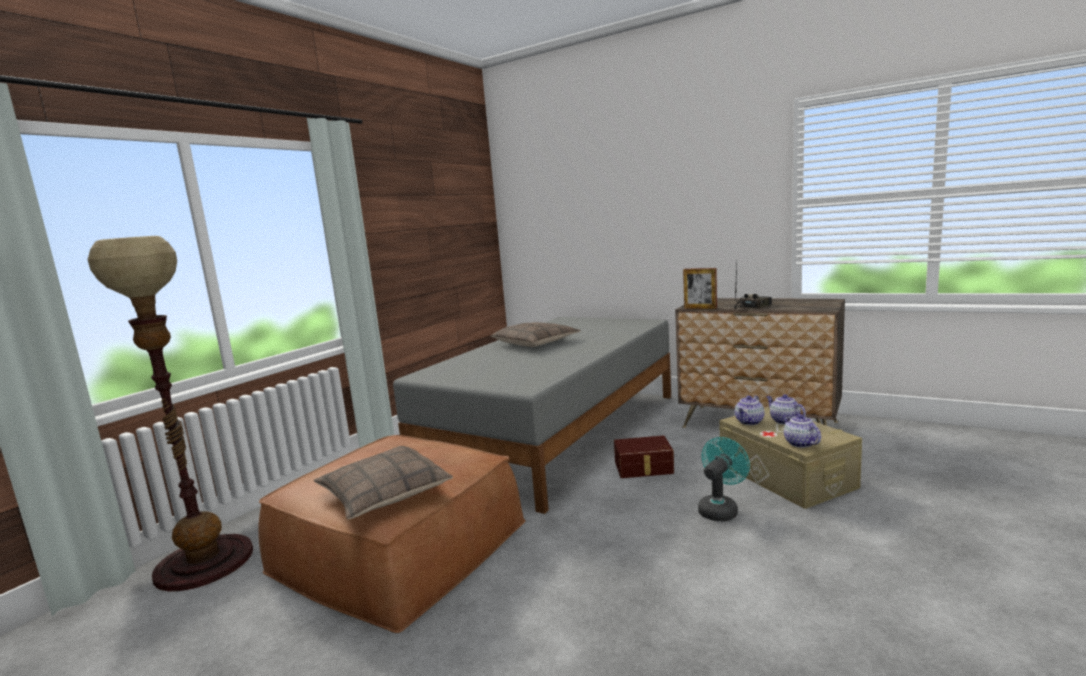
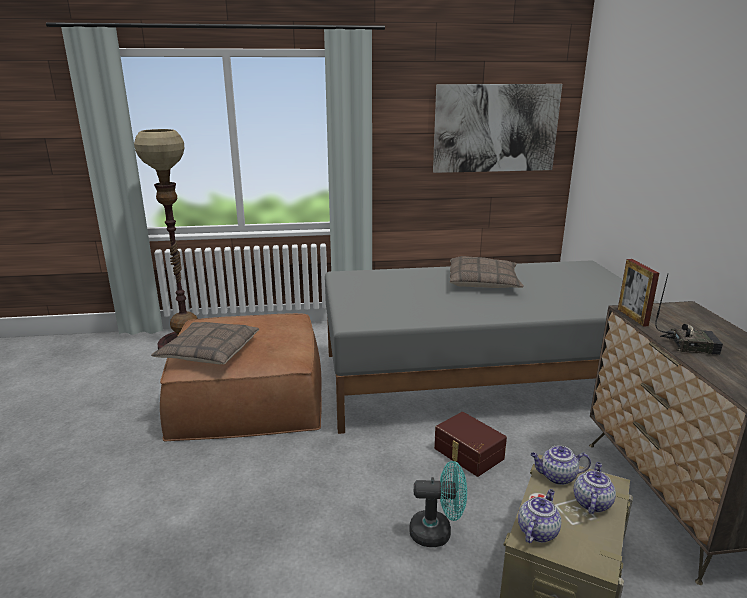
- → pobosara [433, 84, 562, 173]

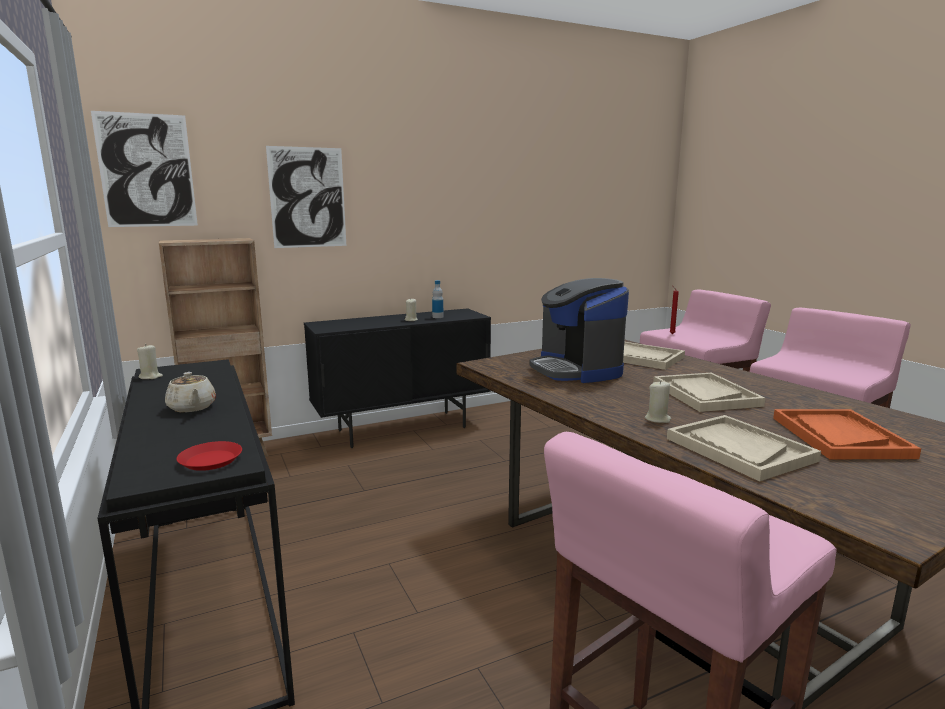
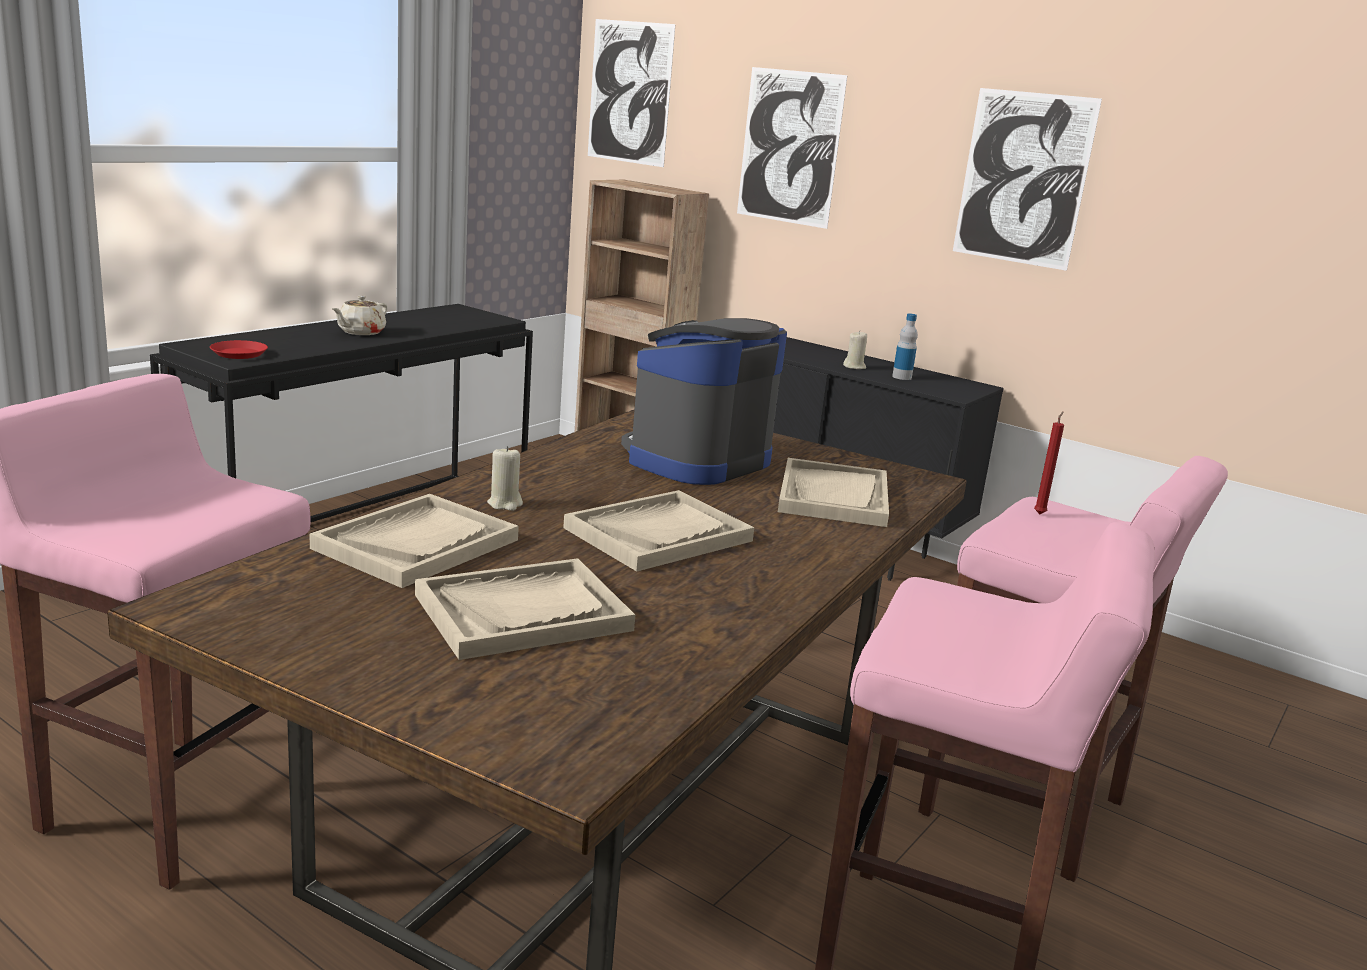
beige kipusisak [137, 344, 163, 379] → -
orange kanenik [773, 409, 921, 459] → beige kanenik [415, 558, 635, 660]
- → pobosara [953, 88, 1102, 271]

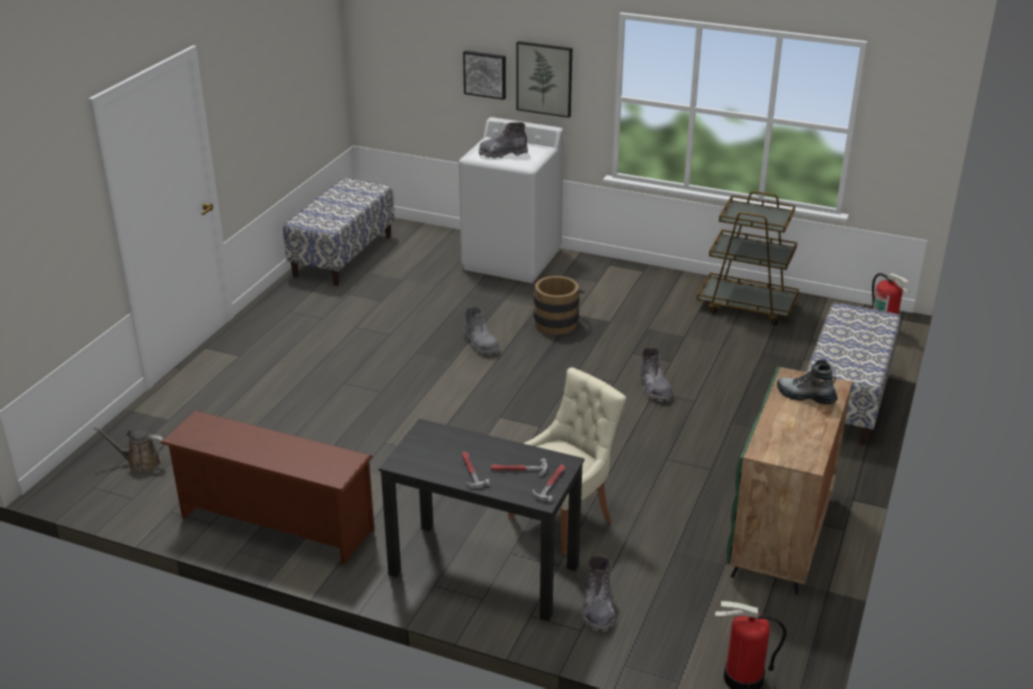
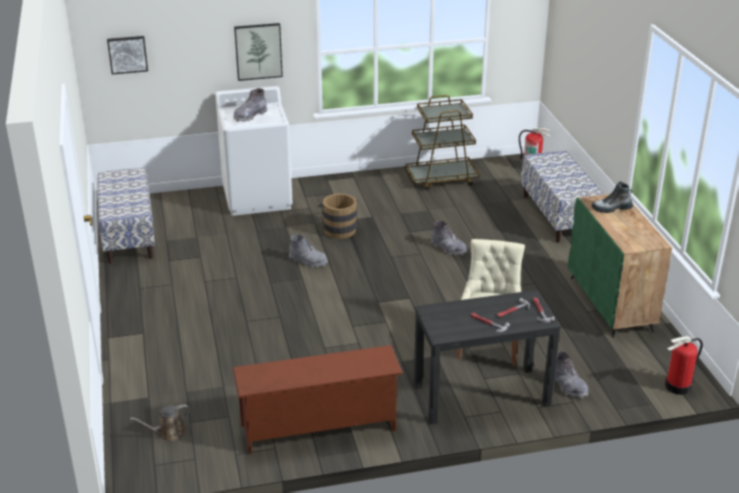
pobosara [463, 50, 506, 100] → pobosara [107, 36, 148, 74], shifted

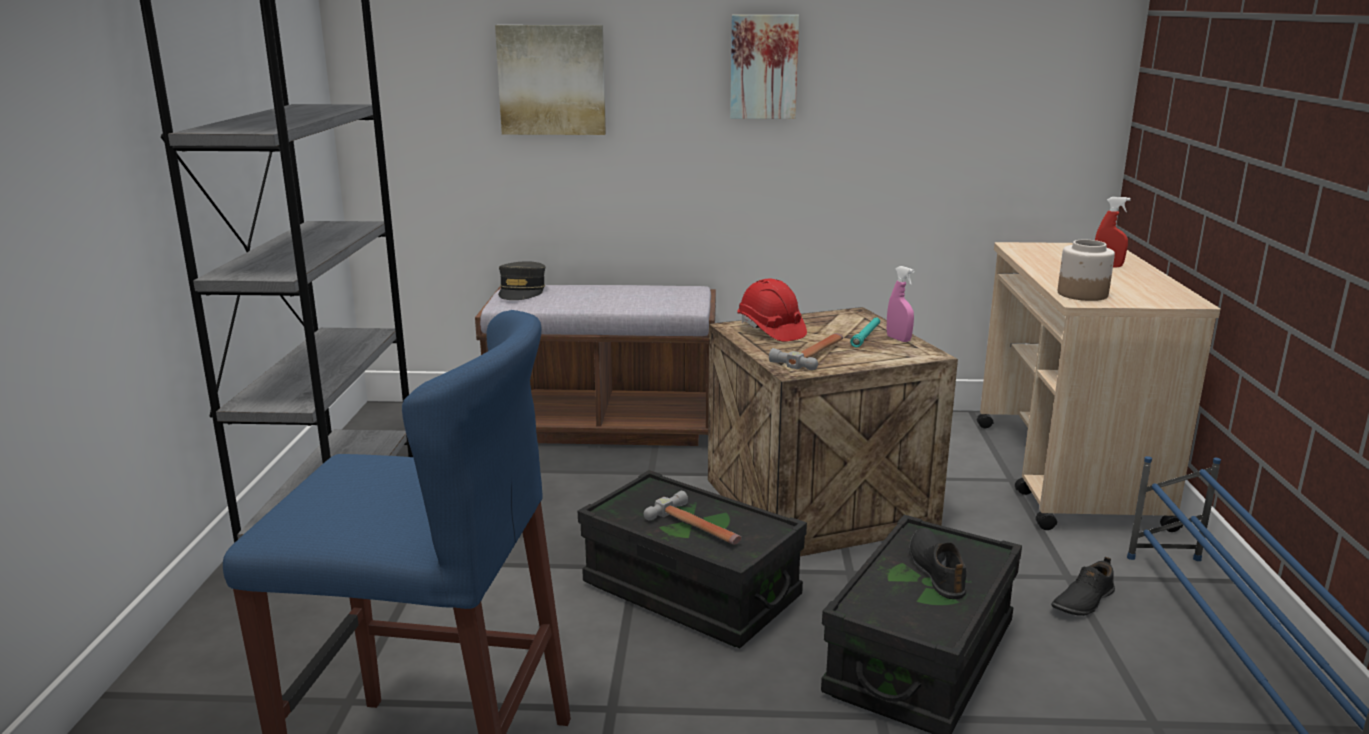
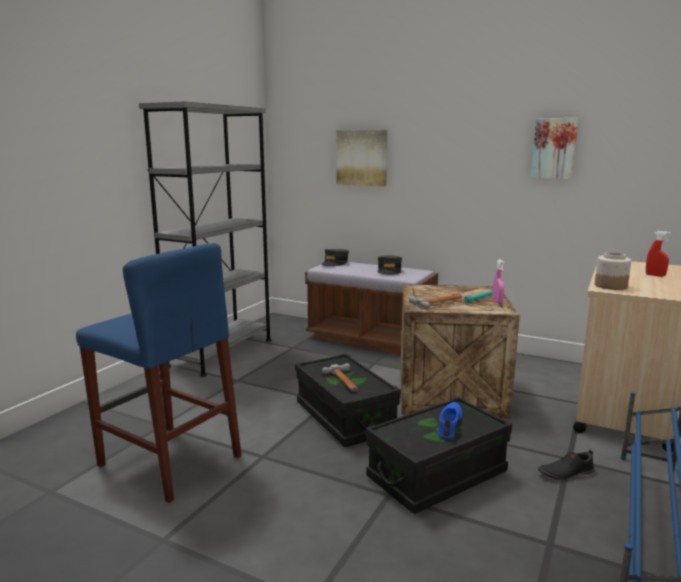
pobosara [730, 15, 799, 119] → pobosara [531, 118, 579, 180], shifted
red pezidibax [737, 278, 807, 342] → -
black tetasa [909, 528, 966, 599] → blue tetasa [437, 402, 462, 440]
- → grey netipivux [378, 255, 402, 275]

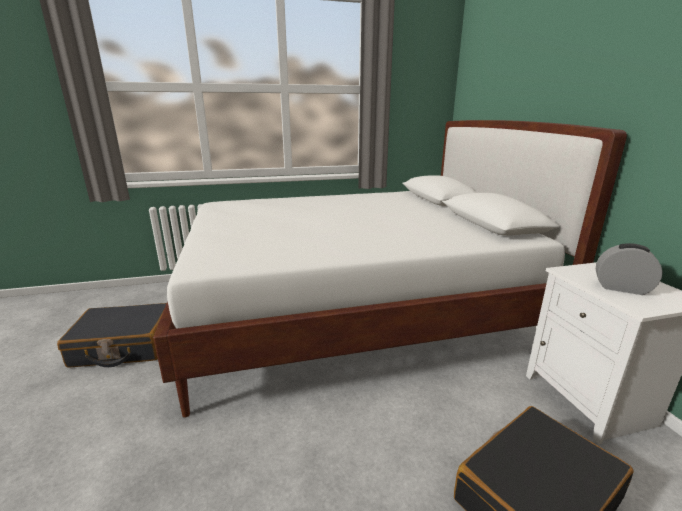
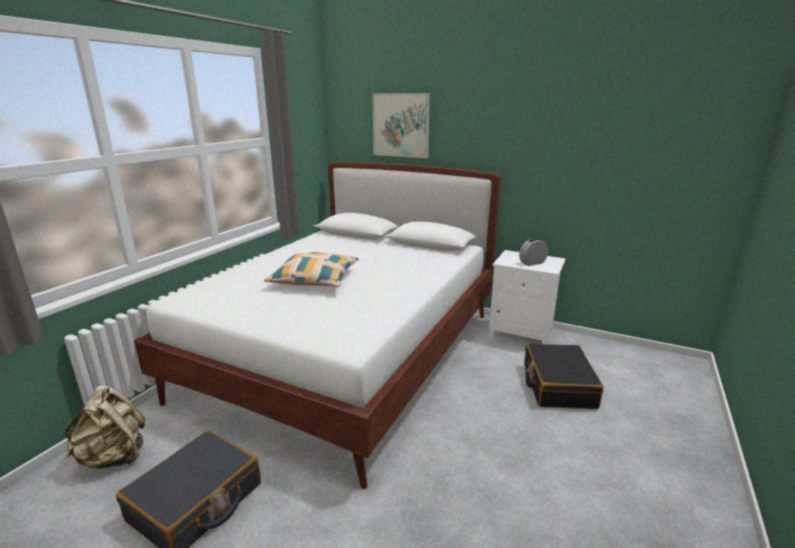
- → pobosara [372, 93, 430, 158]
- → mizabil [264, 252, 359, 287]
- → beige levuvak [62, 385, 145, 469]

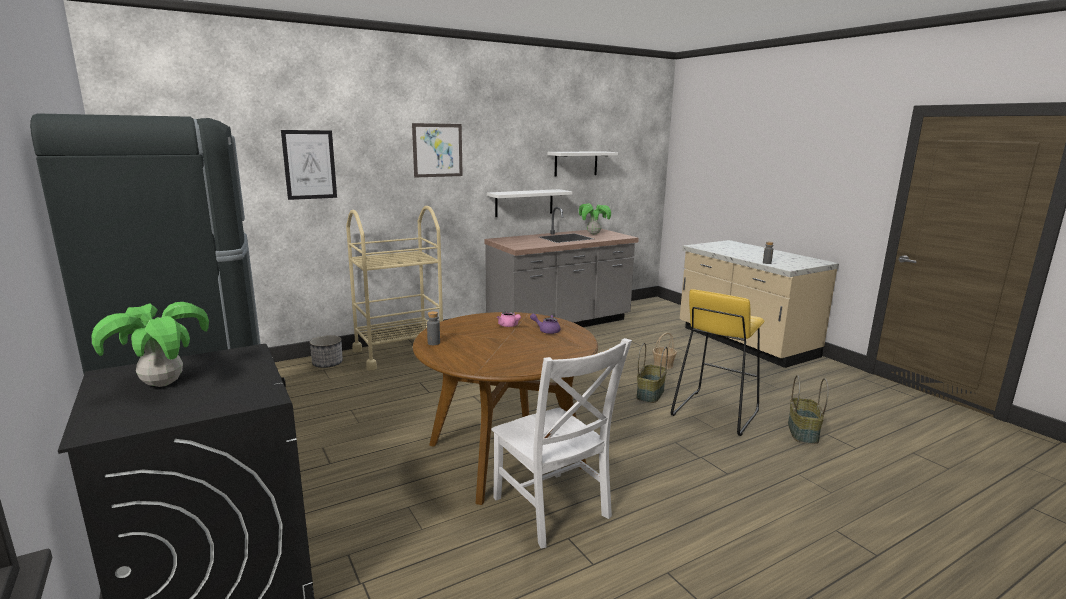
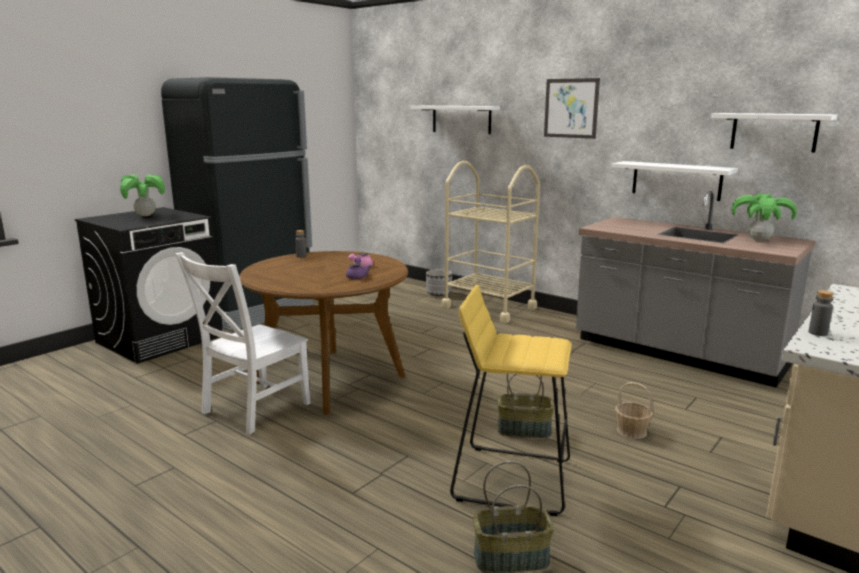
pobosara [281, 130, 337, 200] → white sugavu [411, 106, 500, 134]

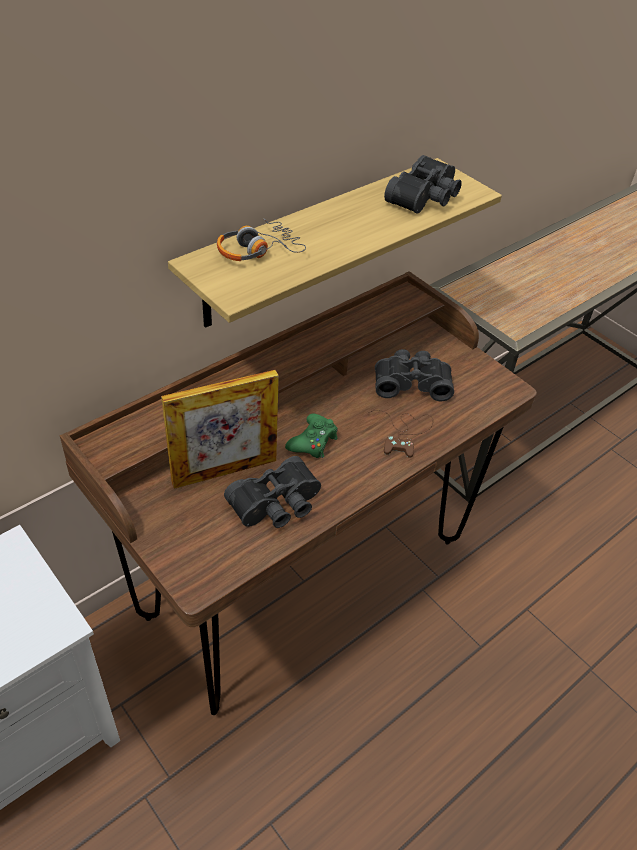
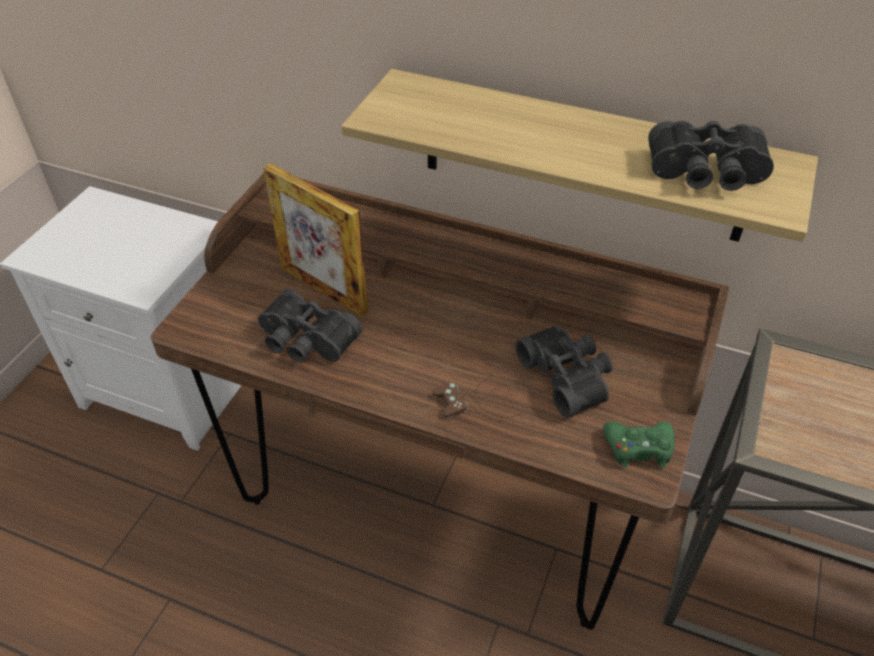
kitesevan [217, 218, 306, 261] → -
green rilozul [285, 414, 338, 458] → green rilozul [603, 422, 675, 468], shifted

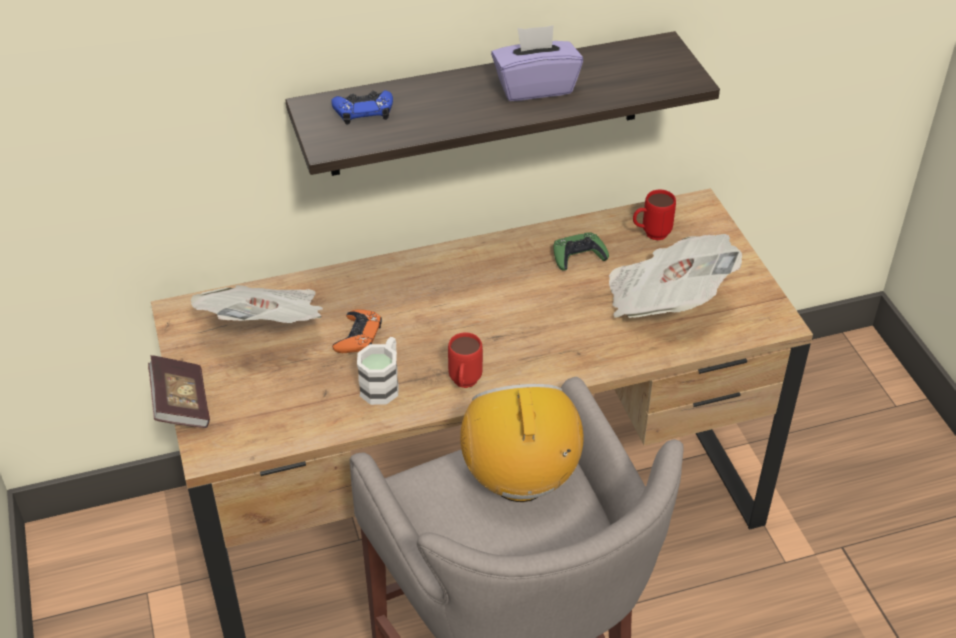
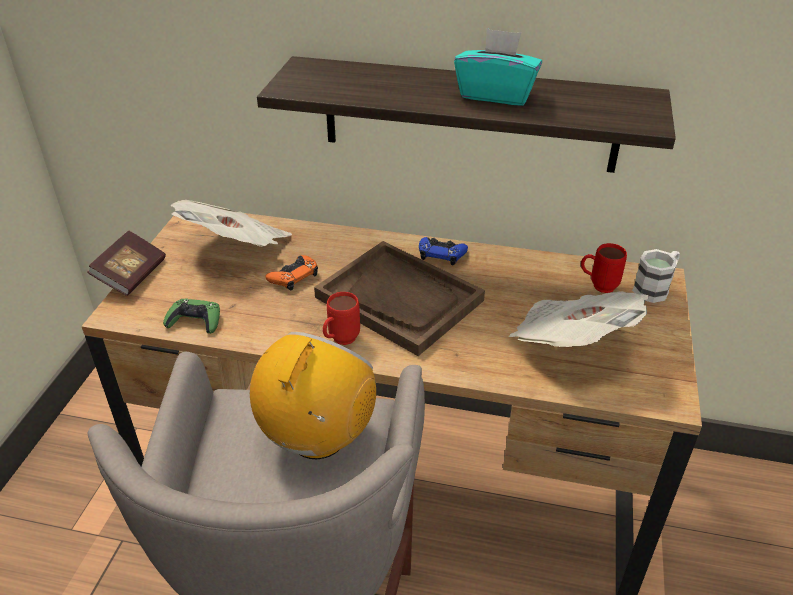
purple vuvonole [491, 25, 583, 101] → turquoise vuvonole [454, 28, 542, 106]
blue rilozul [331, 90, 393, 125] → blue rilozul [419, 237, 468, 265], shifted
green rilozul [553, 232, 609, 271] → green rilozul [163, 299, 220, 334], shifted
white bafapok [357, 337, 399, 405] → white bafapok [632, 249, 680, 303], shifted
- → brown kanenik [314, 241, 485, 356]

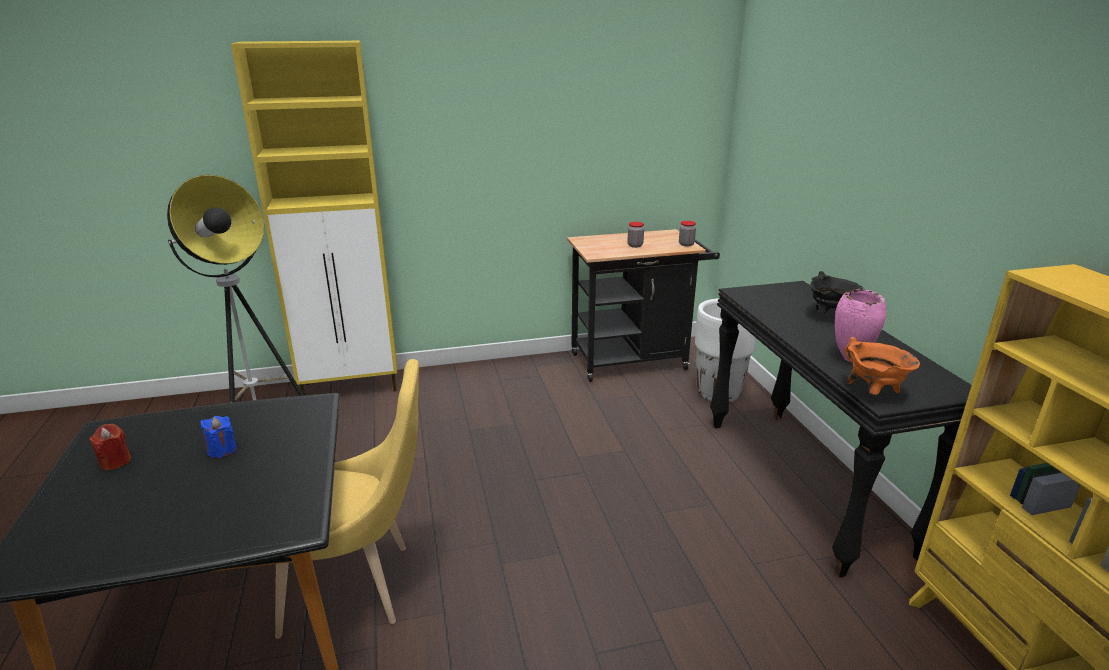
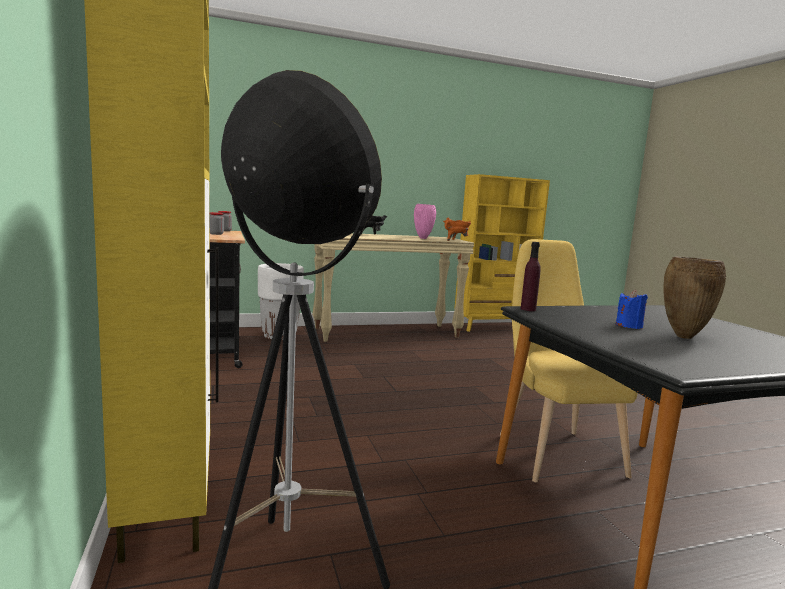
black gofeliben [710, 281, 972, 577] → beige gofeliben [312, 233, 474, 342]
red kipusisak [89, 424, 131, 470] → -
- → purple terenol [521, 242, 541, 311]
- → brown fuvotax [663, 257, 726, 339]

